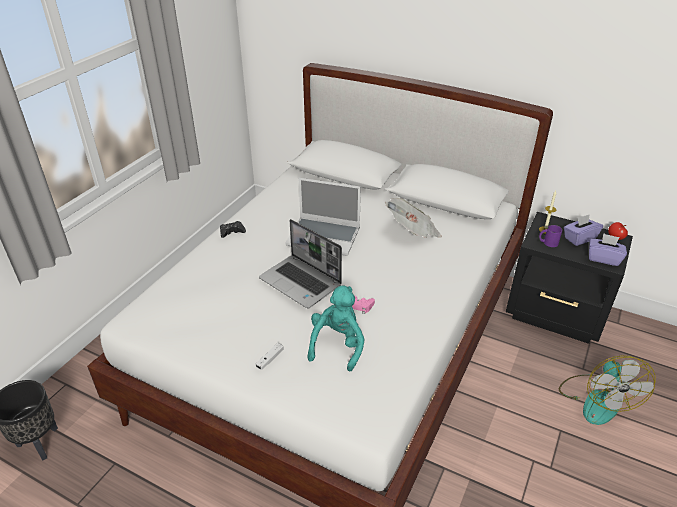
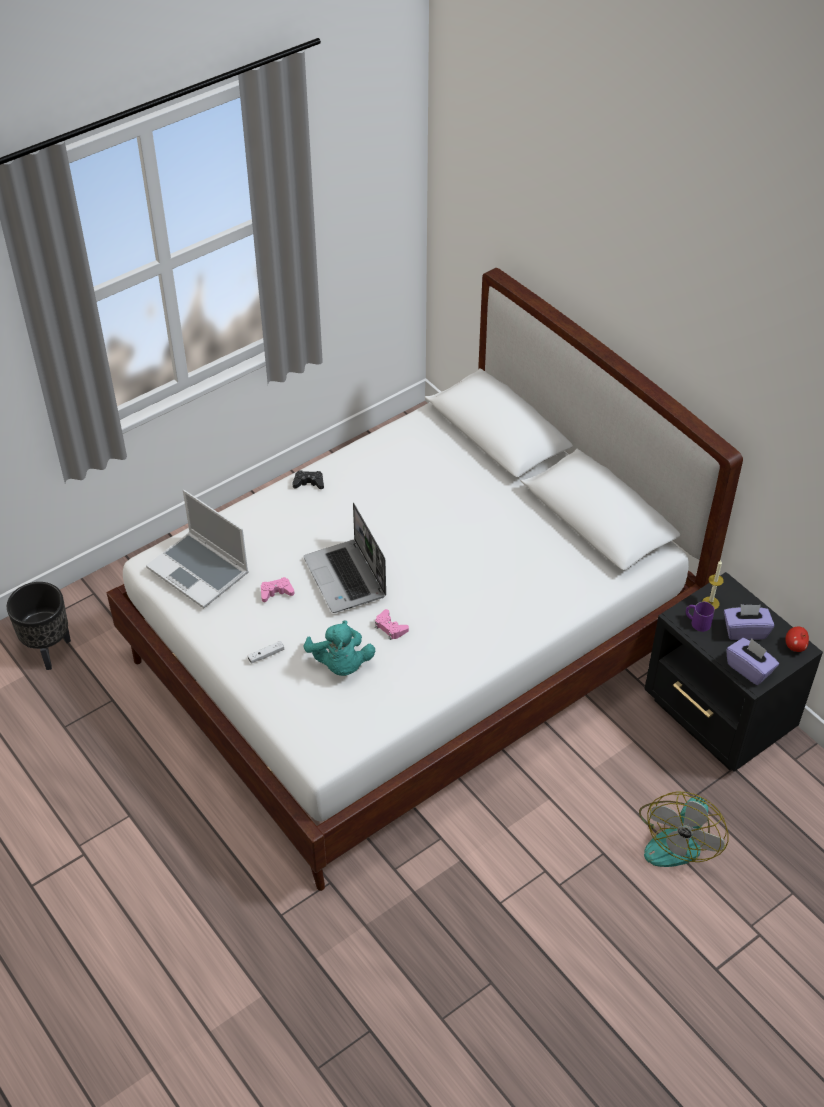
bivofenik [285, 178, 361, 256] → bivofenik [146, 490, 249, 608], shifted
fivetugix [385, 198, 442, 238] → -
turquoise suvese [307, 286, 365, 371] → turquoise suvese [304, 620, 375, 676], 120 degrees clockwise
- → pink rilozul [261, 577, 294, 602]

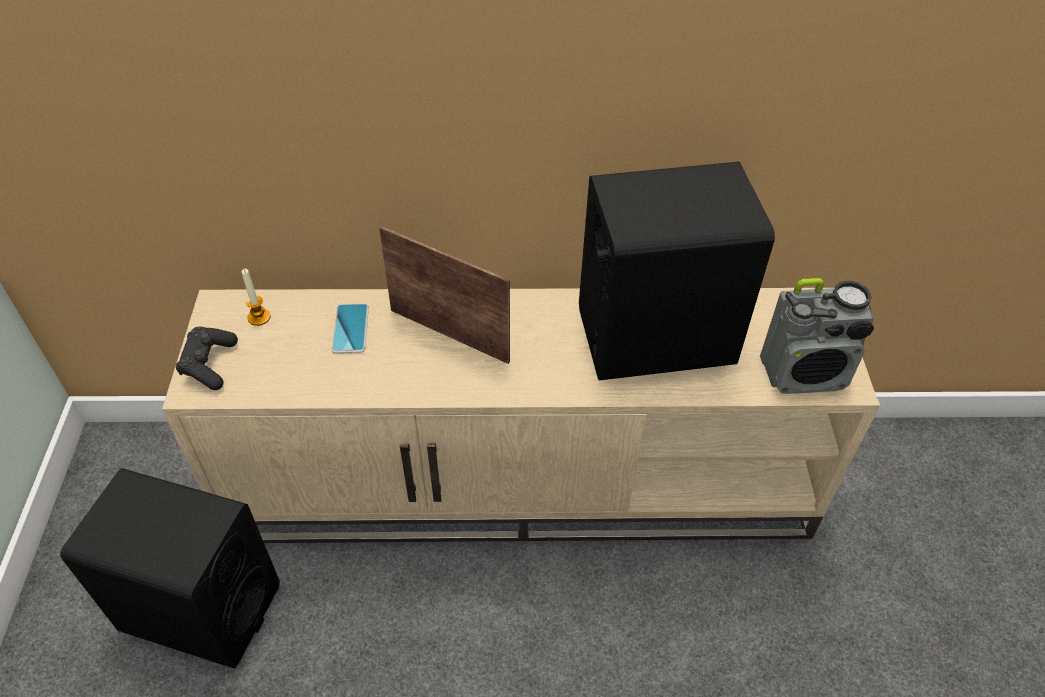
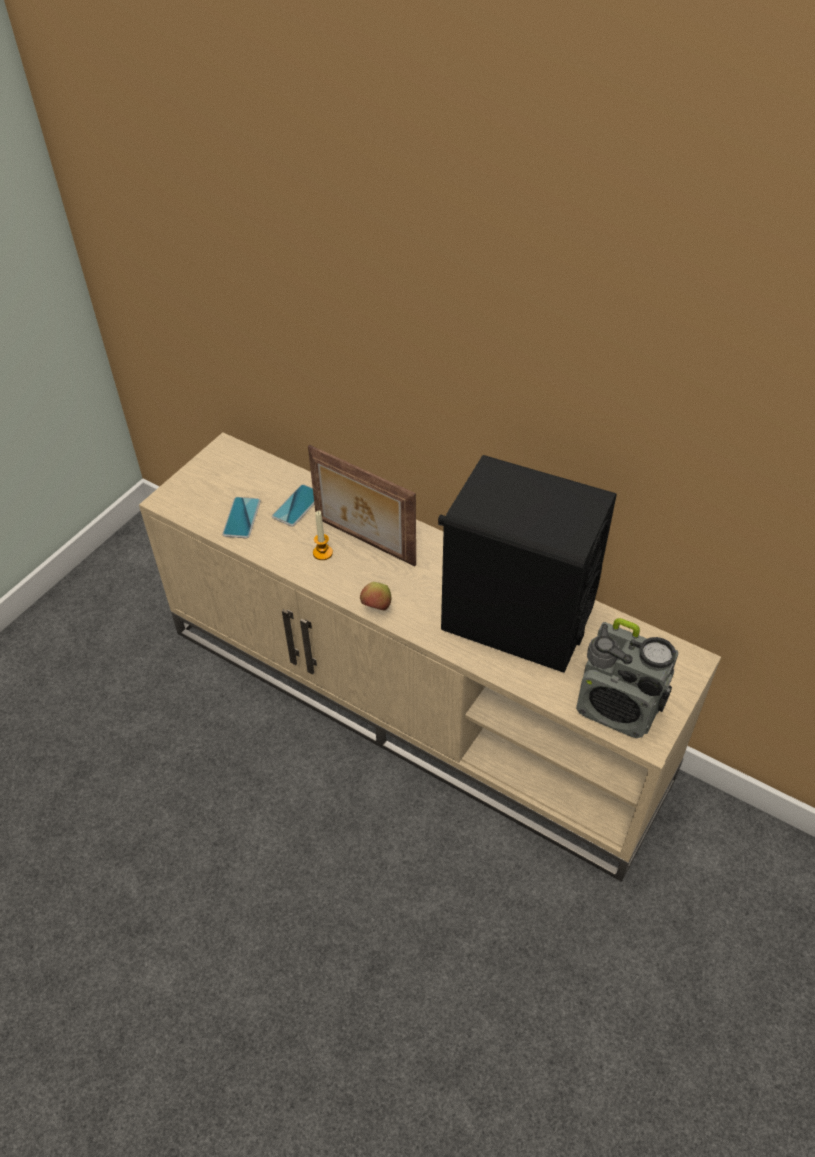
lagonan [379, 226, 510, 364] → lagonan [308, 445, 416, 567], 150 degrees clockwise
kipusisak [242, 269, 271, 326] → kipusisak [313, 511, 333, 560], shifted
black rilozul [176, 326, 238, 390] → -
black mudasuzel [60, 468, 280, 668] → -
- → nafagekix [222, 497, 261, 538]
- → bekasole [360, 582, 391, 611]

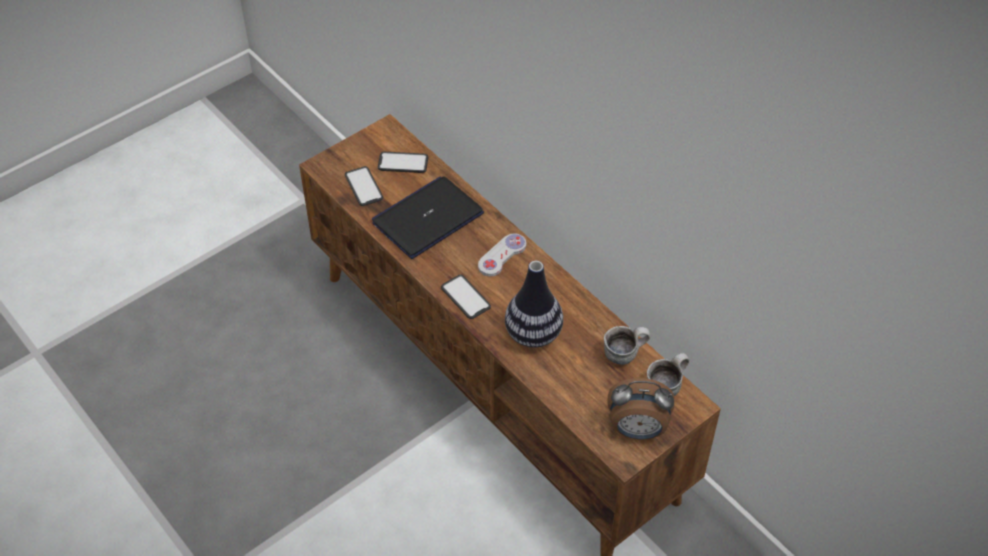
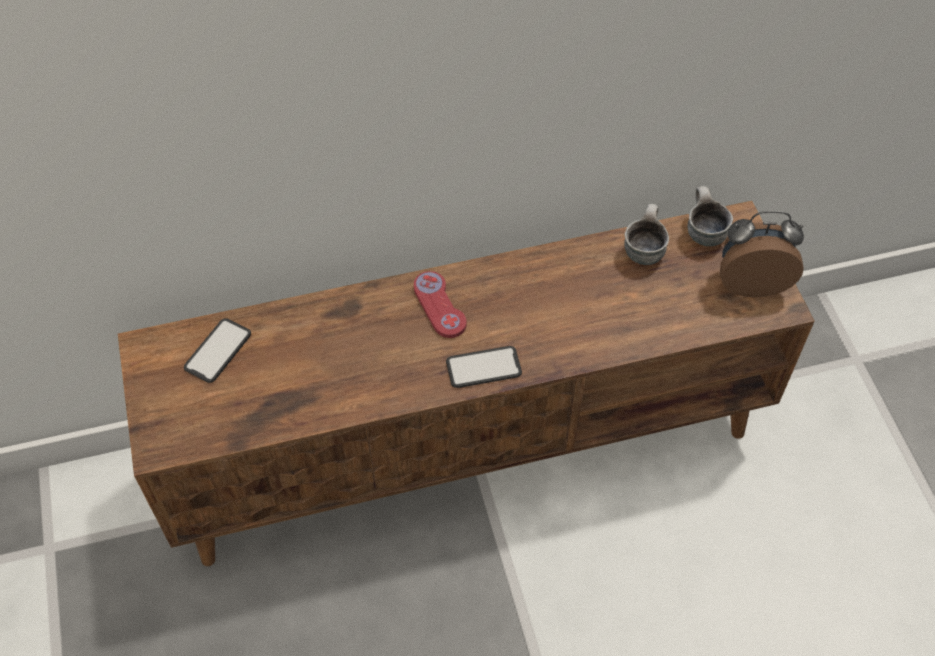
nafagekix [345, 166, 383, 206] → -
bivofenik [372, 176, 484, 259] → -
white rilozul [478, 233, 527, 277] → red rilozul [414, 271, 467, 338]
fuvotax [505, 261, 563, 348] → -
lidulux [607, 378, 674, 439] → lidulux [720, 211, 804, 297], 120 degrees counterclockwise

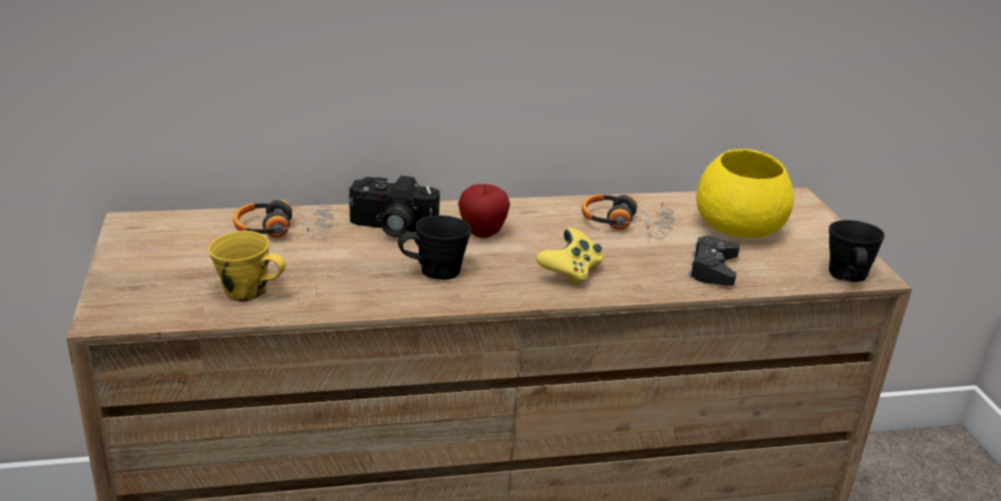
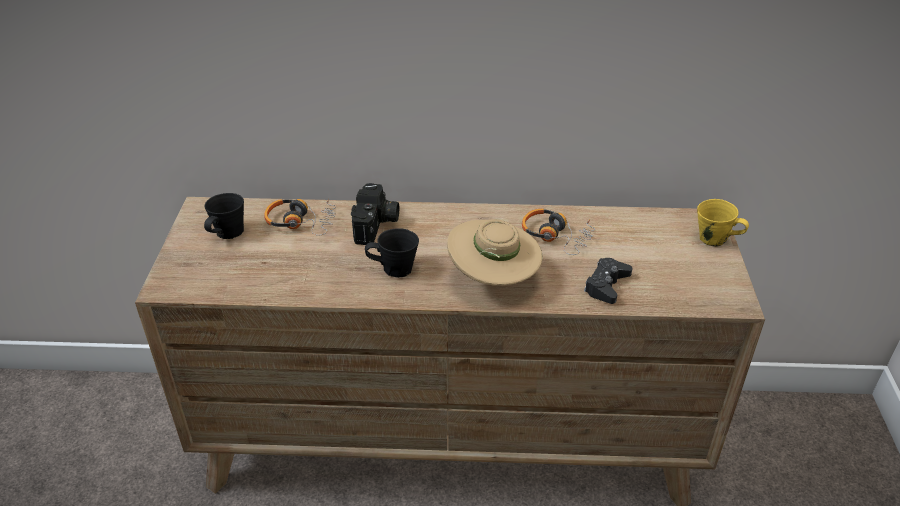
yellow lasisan [696, 149, 794, 238] → -
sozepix [349, 176, 440, 237] → sozepix [351, 183, 399, 245], 105 degrees counterclockwise
bekasole [458, 184, 510, 238] → -
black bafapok [829, 220, 885, 282] → black bafapok [204, 193, 244, 239], shifted
yellow rilozul [536, 228, 603, 286] → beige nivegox [447, 219, 543, 286]
yellow bafapok [208, 231, 285, 302] → yellow bafapok [697, 199, 749, 247], shifted

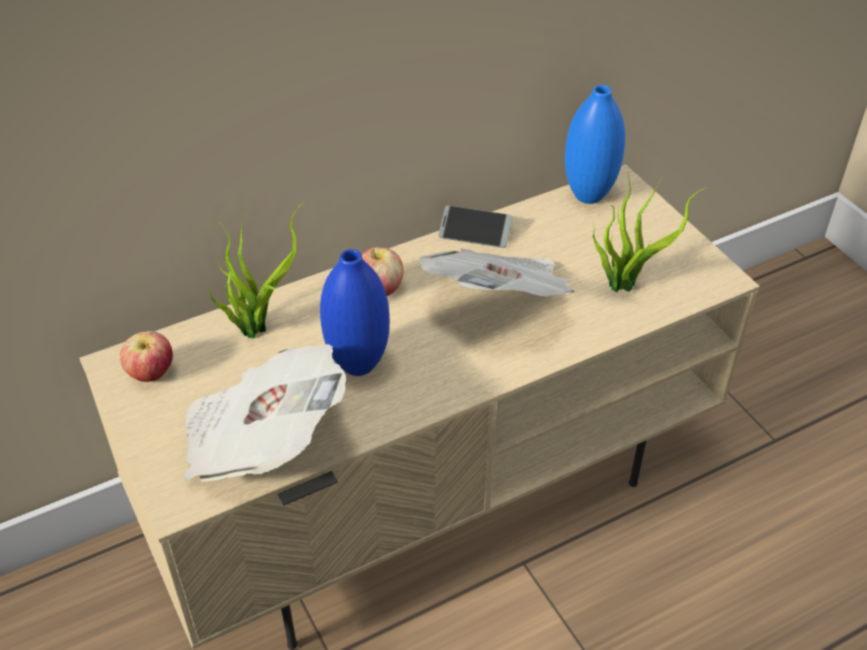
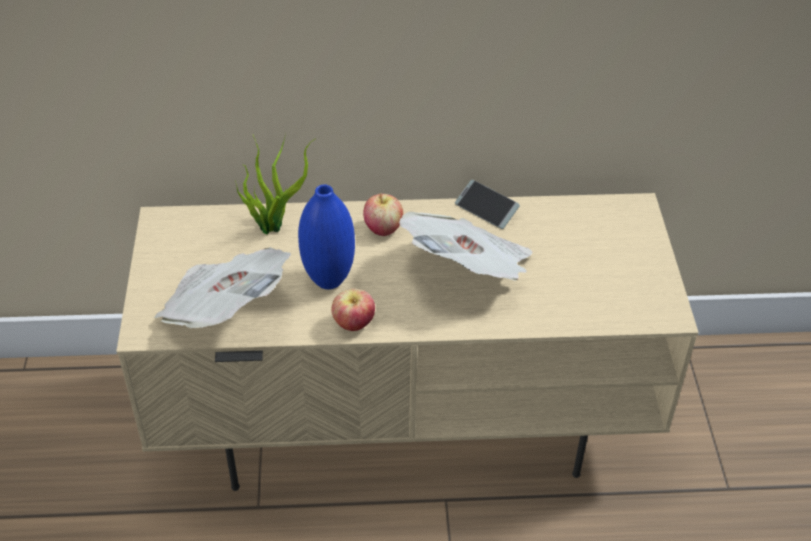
blue fuvotax [565, 85, 625, 204] → -
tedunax [593, 171, 707, 292] → -
bekasole [120, 331, 173, 382] → bekasole [331, 288, 375, 331], shifted

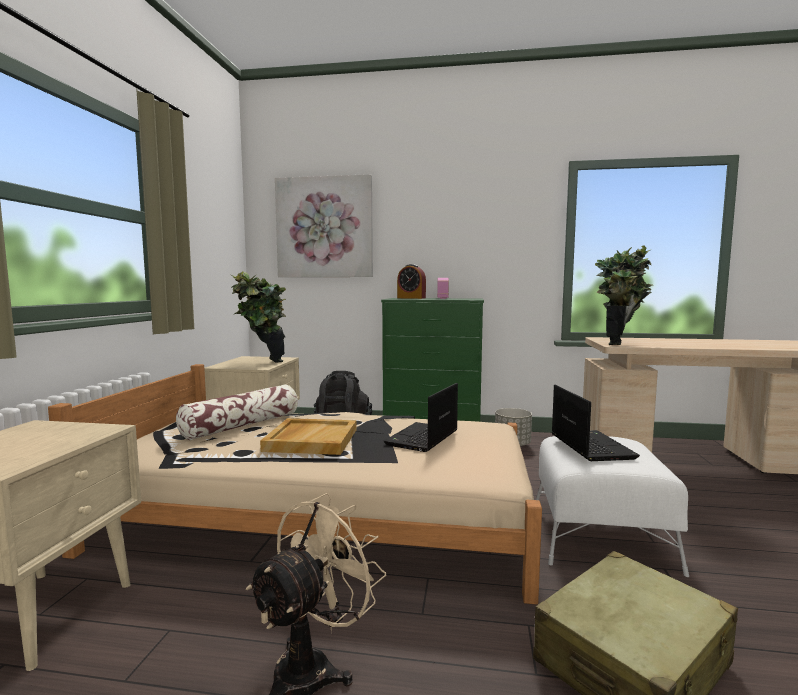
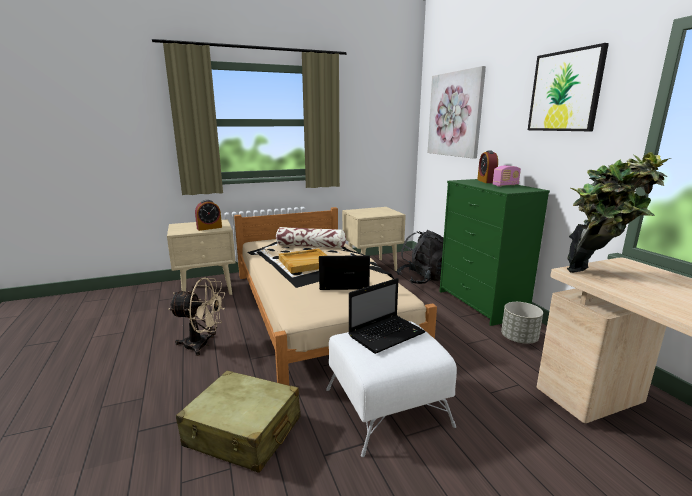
tedunax [231, 271, 286, 363] → -
- → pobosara [528, 43, 609, 131]
- → lidulux [195, 200, 222, 231]

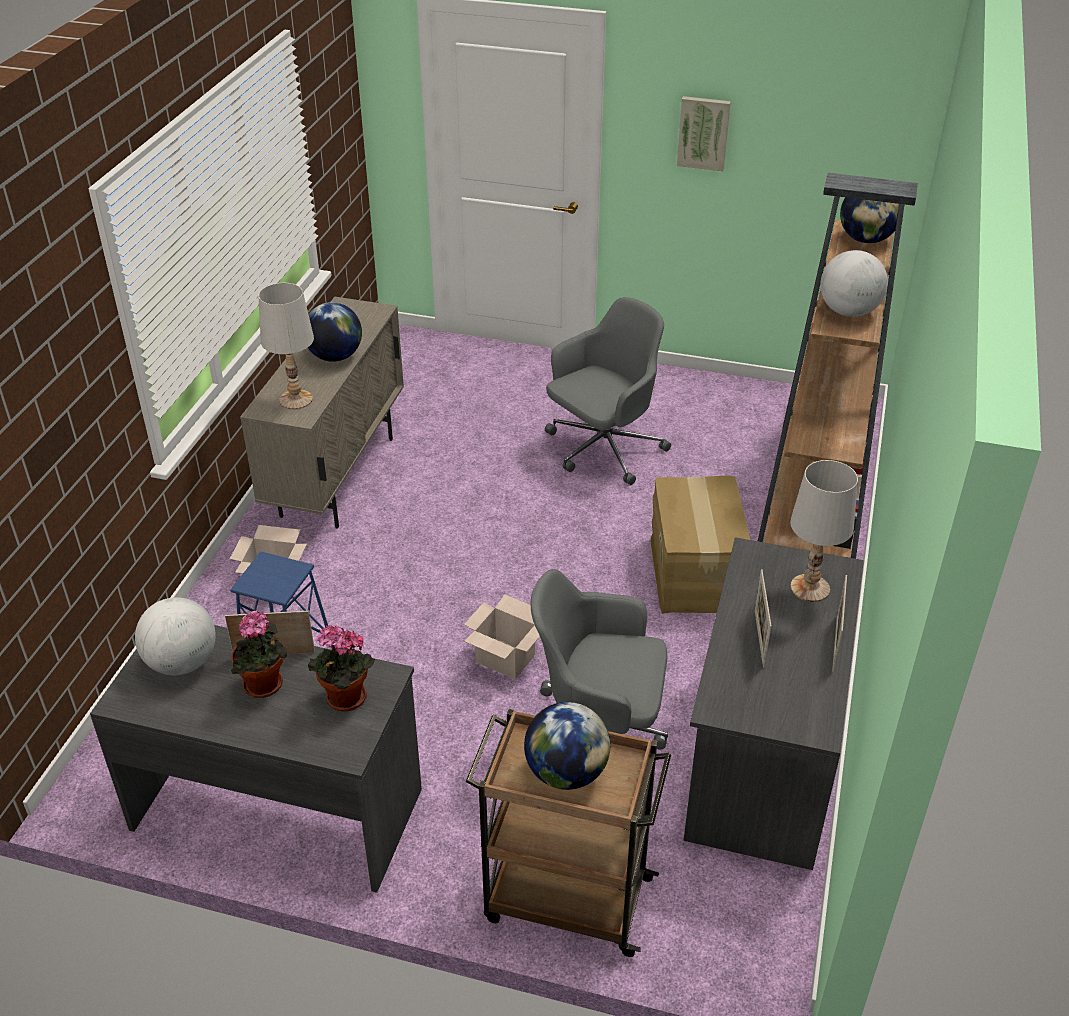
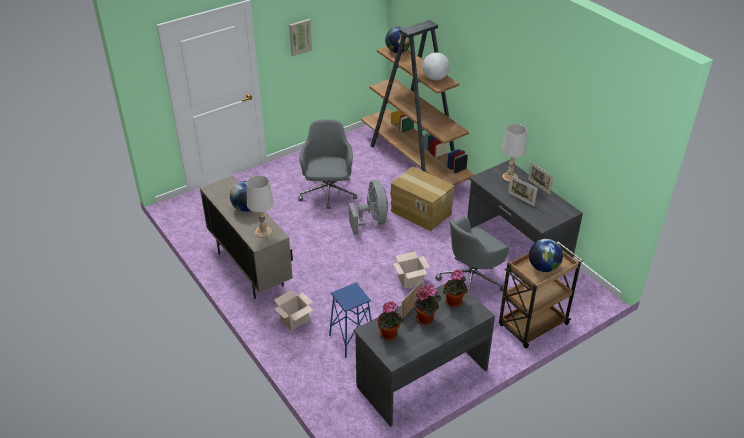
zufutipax [135, 597, 216, 675] → tedunax [377, 301, 403, 340]
- → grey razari [349, 180, 388, 235]

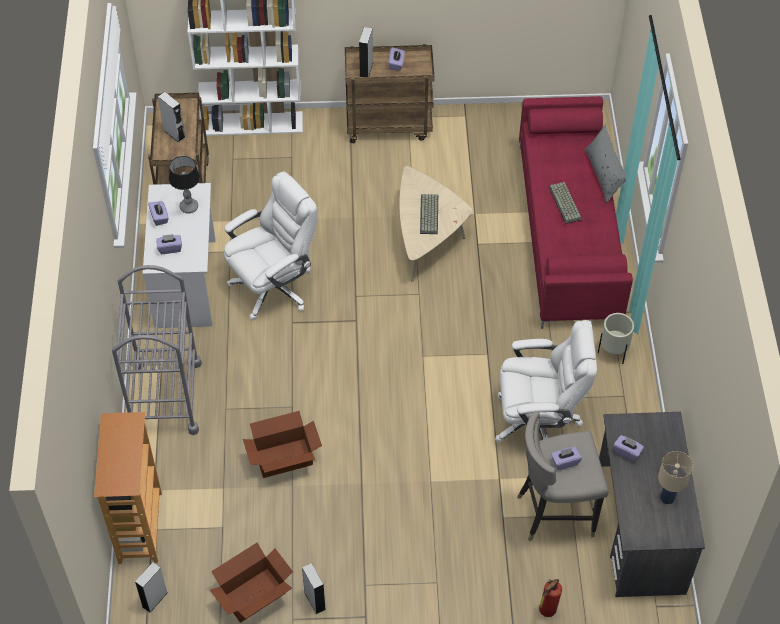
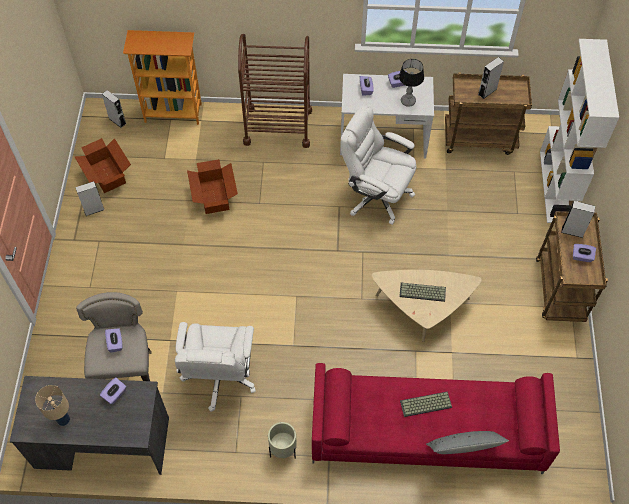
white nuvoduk [224, 171, 317, 320] → white nuvoduk [341, 105, 417, 225], 150 degrees clockwise
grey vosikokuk [112, 265, 202, 435] → brown vosikokuk [238, 34, 312, 148]
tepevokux [539, 579, 562, 617] → -

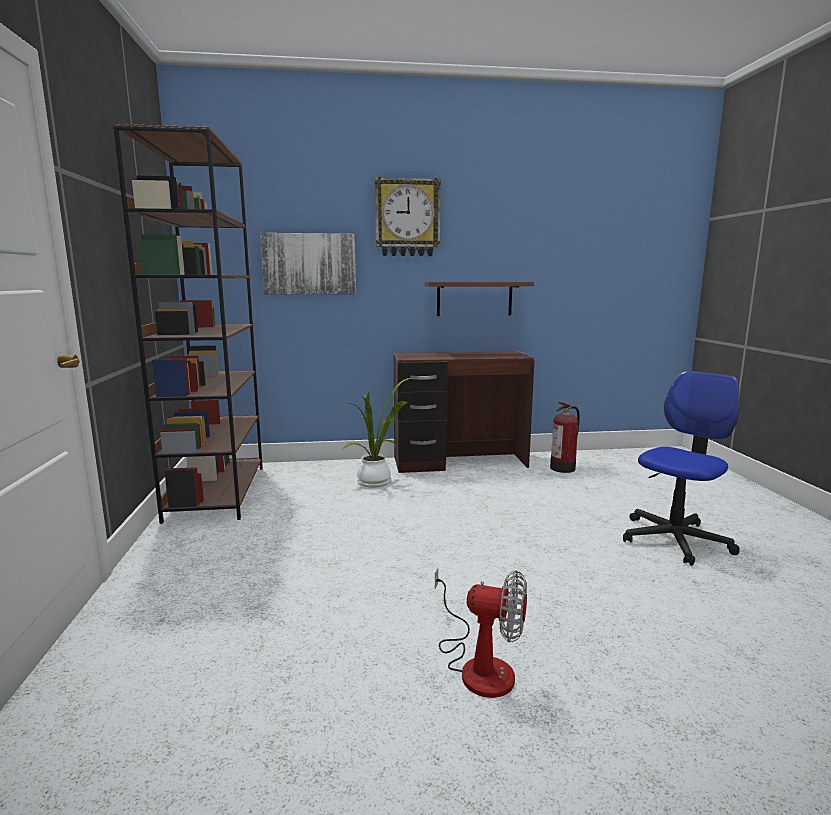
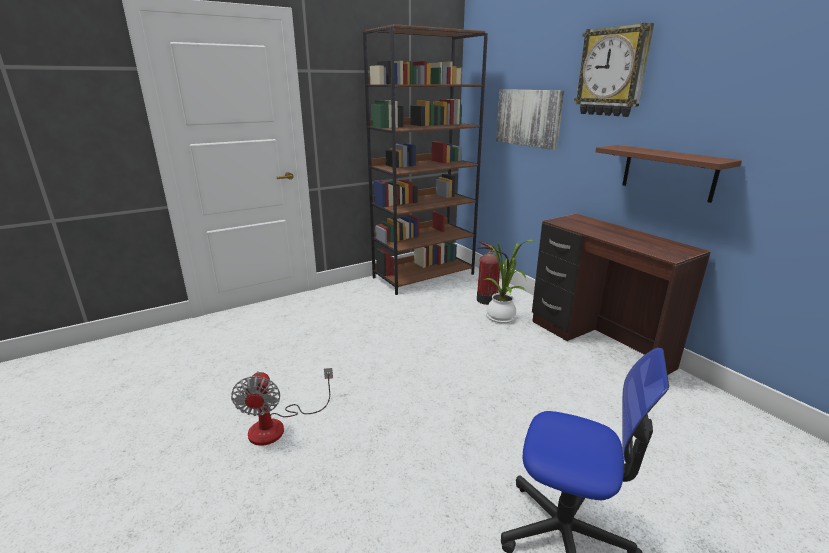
tepevokux [550, 402, 580, 473] → tepevokux [477, 241, 509, 305], shifted

